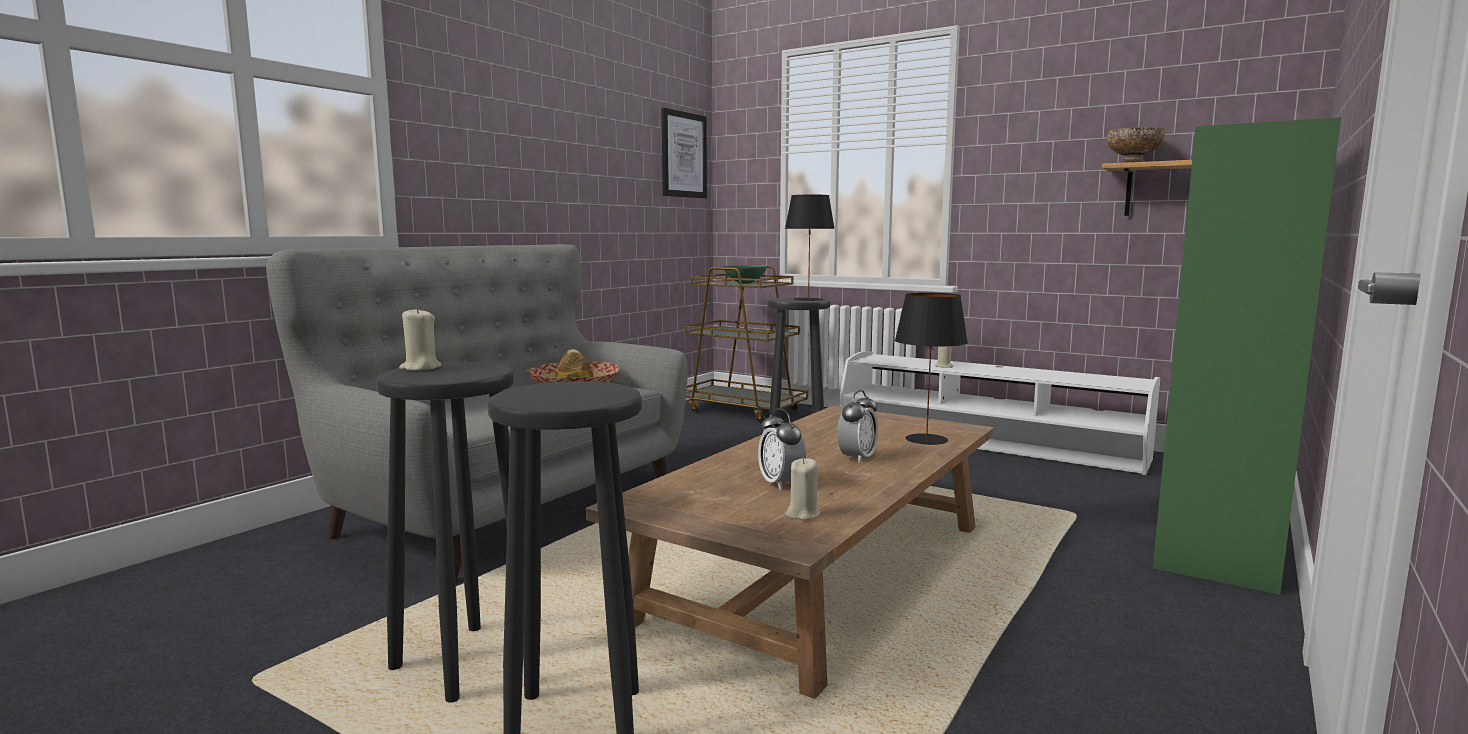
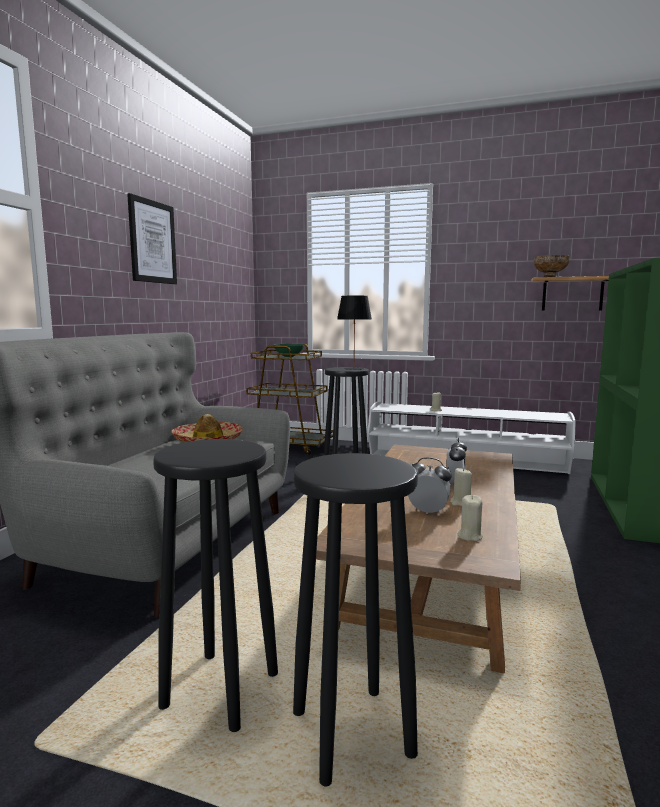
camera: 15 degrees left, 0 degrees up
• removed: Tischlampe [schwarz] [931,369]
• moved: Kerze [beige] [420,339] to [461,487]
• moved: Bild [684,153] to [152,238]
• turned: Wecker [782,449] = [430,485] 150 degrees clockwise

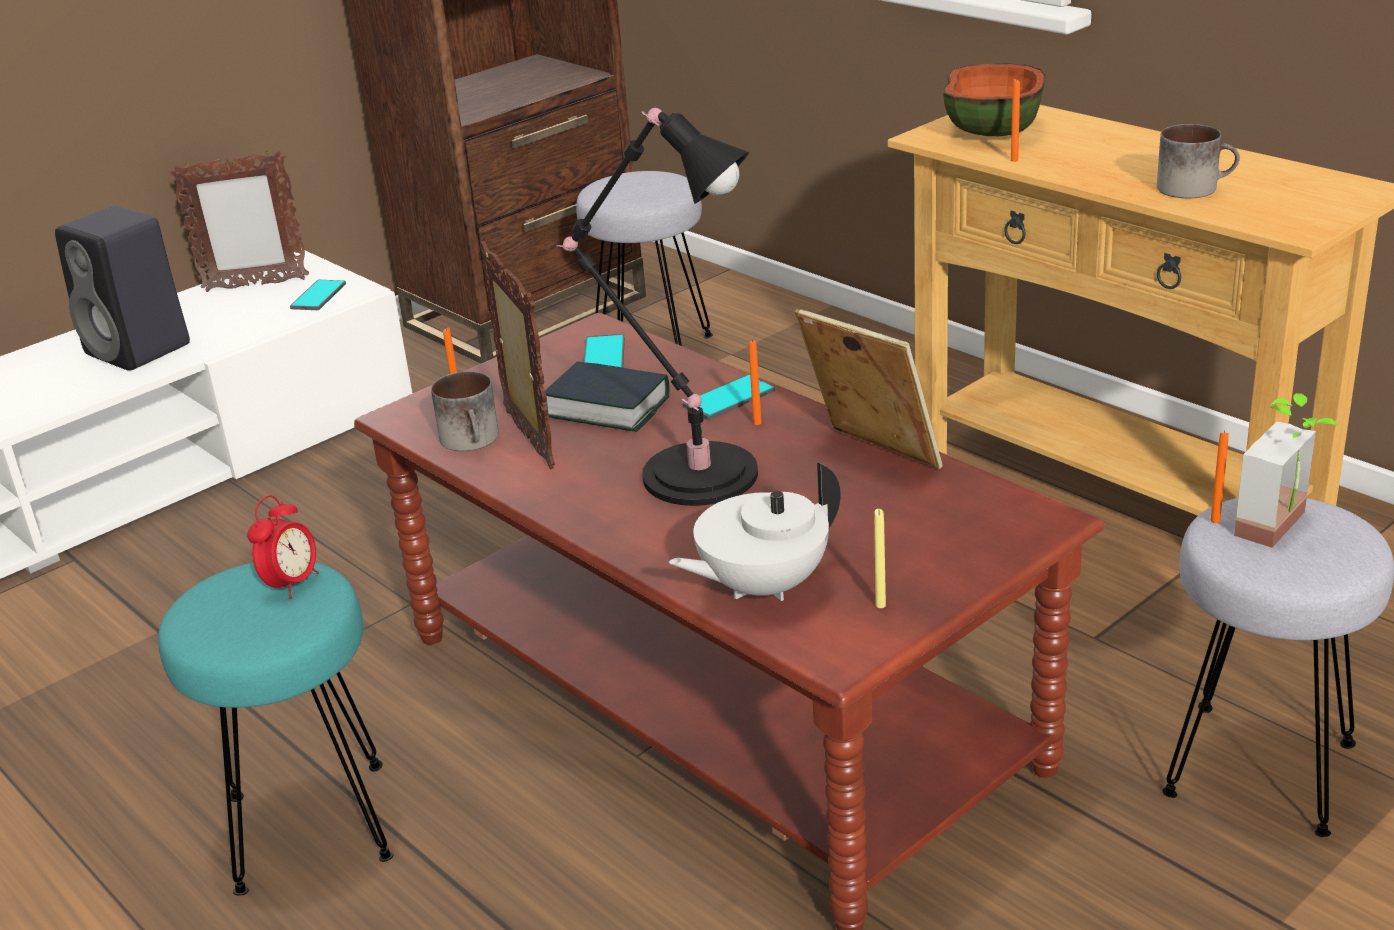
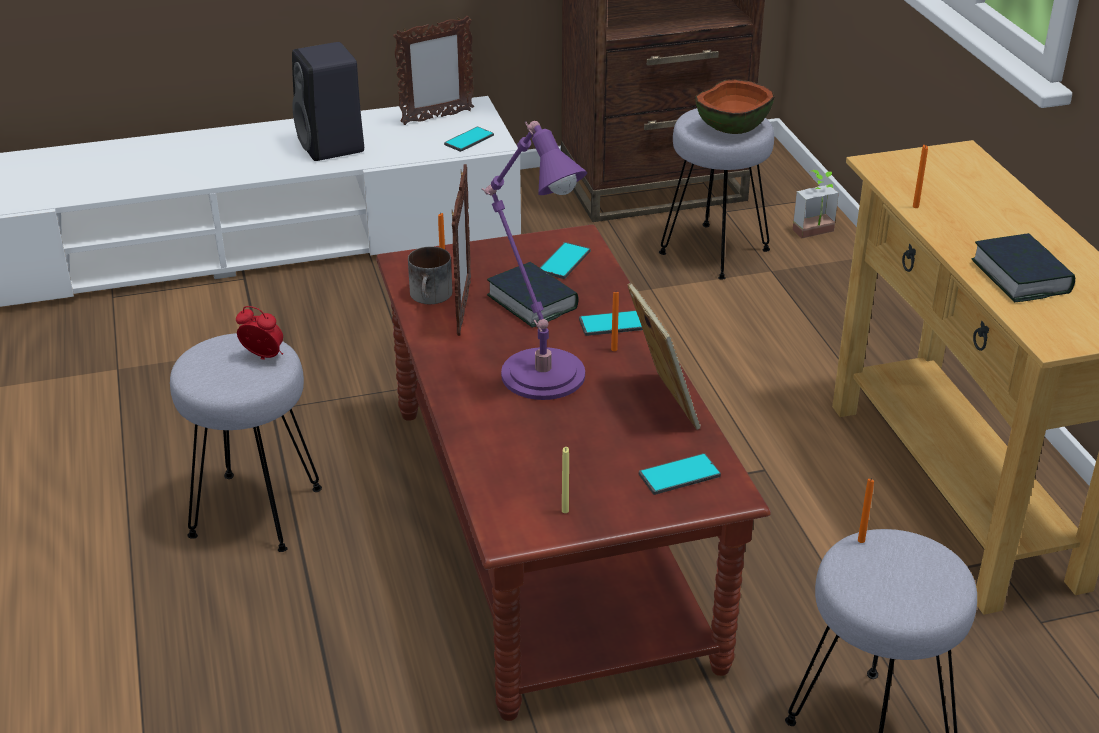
camera: 25 degrees right, 5 degrees up
• removed: Teekanne [weiß] [755,531]
• added: Handy [680,474]
• moved: Schüssel [994,99] to [735,106]
• moved: Topfpflanze [1286,470] to [816,204]
• replaced: Henkelbecher [1198,161] to Buch [1023,267]
• recoloured: Hocker [türkis] [276,729] to Hocker [grau] [246,442]
• recoloured: Tischlampe [schwarz] [657,307] to Tischlampe [lila] [534,260]
• turned: Bilderrahmen [239,221] = [433,70] 45 degrees counterclockwise
• turned: Wecker [283,547] = [259,333] 120 degrees counterclockwise

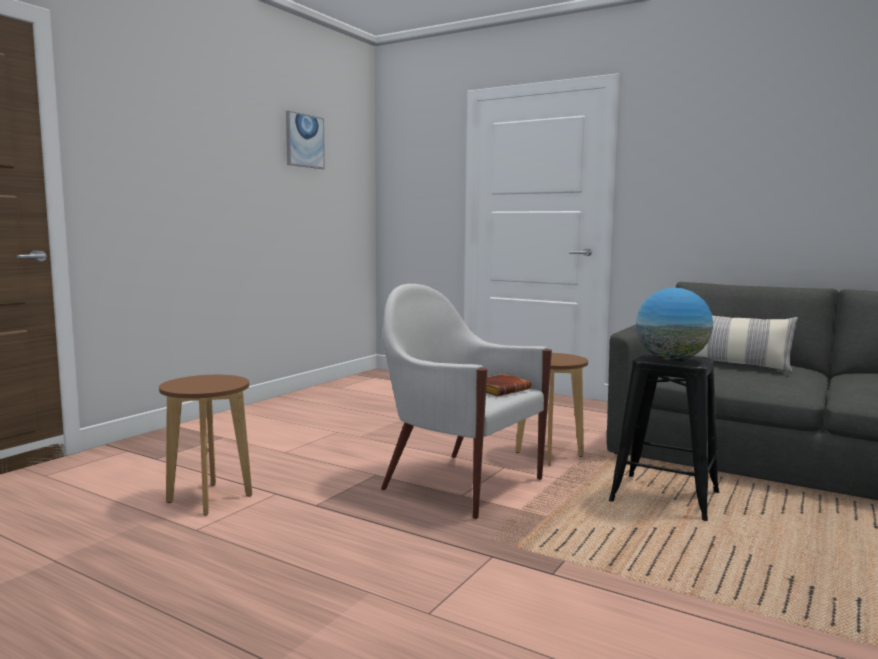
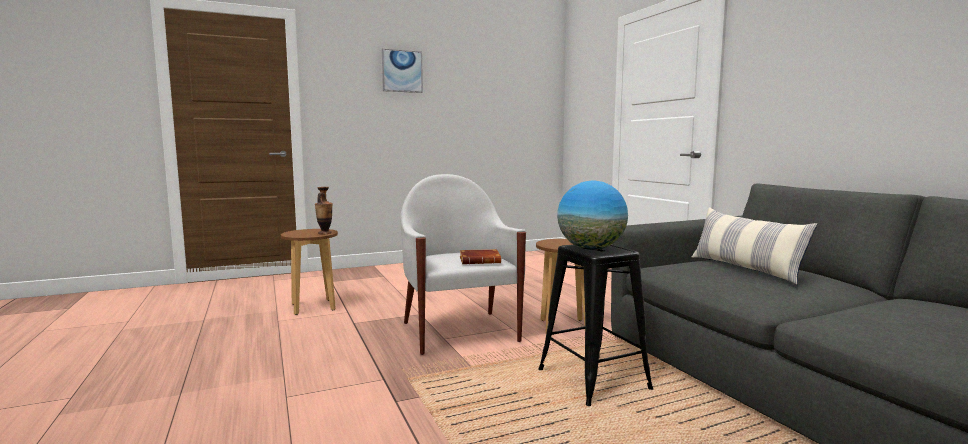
camera: 35 degrees right, 0 degrees up
• added: Vase [324,210]
• moved: Bild [305,139] to [402,71]

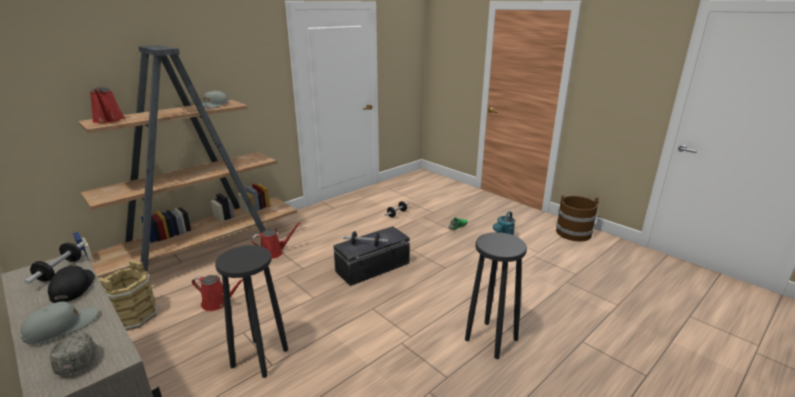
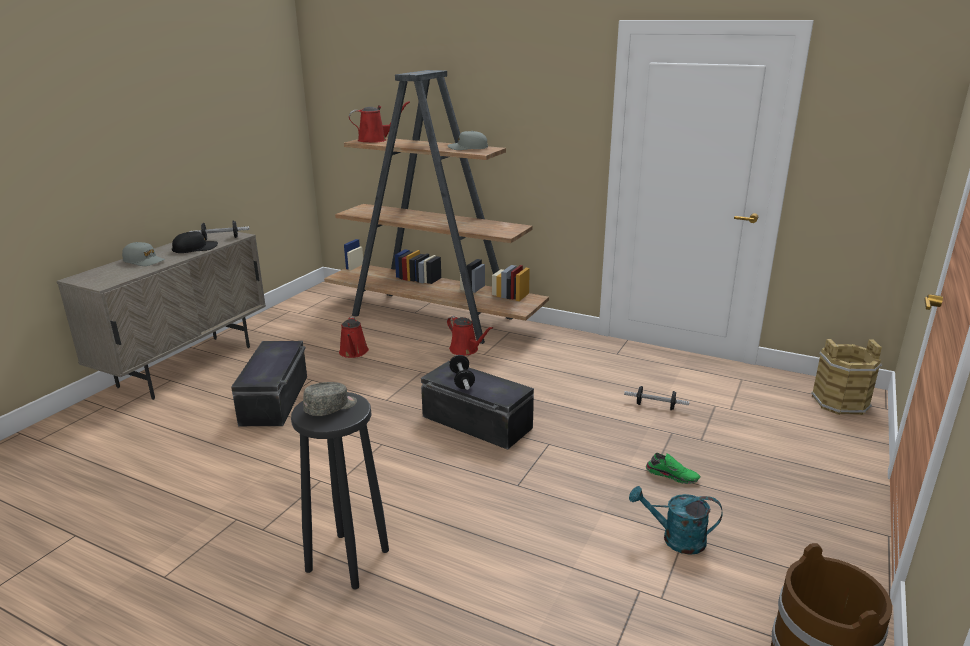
camera: 70 degrees right, 0 degrees up
• moved: Kappe [grau] [73,354] to [330,399]
• moved: Eimer [braun] [128,295] to [846,377]
• replaced: Hocker [schwarz] [251,311] to Aufbewahrungsbox [schwarz] [269,383]
• turned: Gießkanne [rot] [107,105] = [379,122] 150 degrees counterclockwise

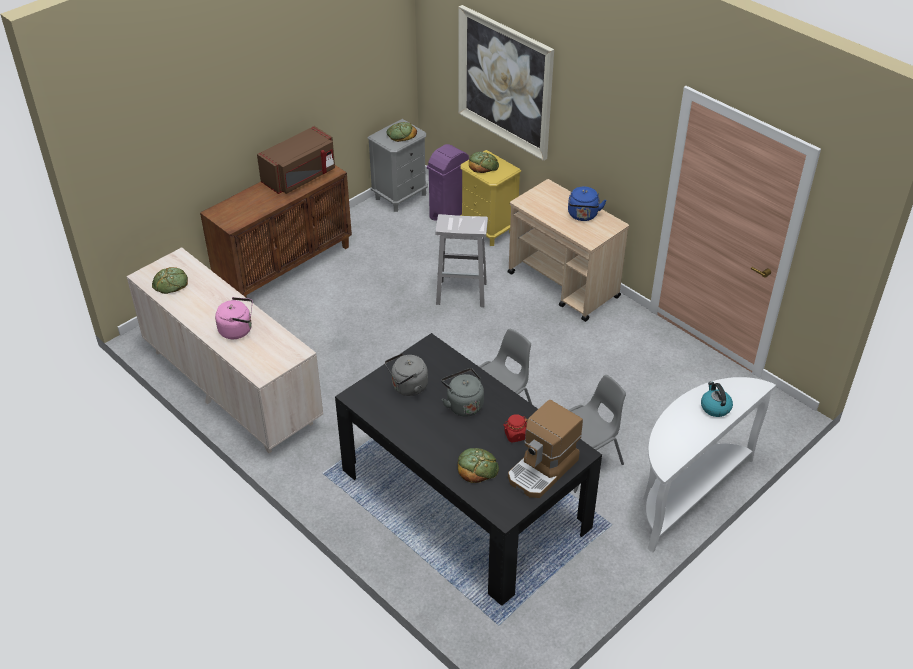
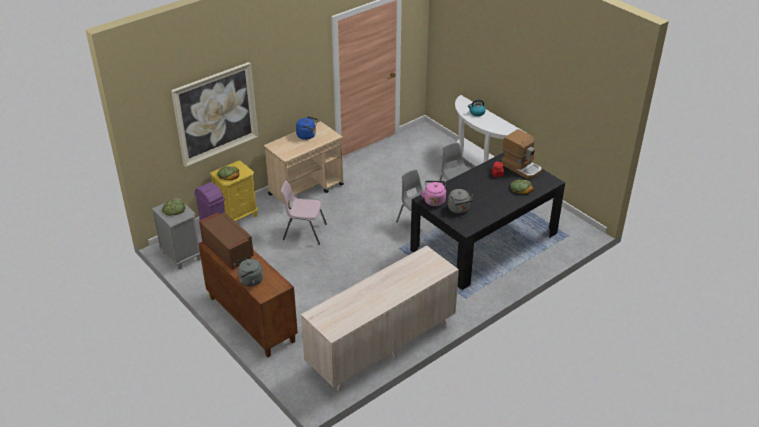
camera: 85 degrees left, 5 degrees down
• removed: Brot [170,280]
• moved: Wasserkessel [rosa] [233,318] to [433,193]
• moved: Wasserkessel [grau] [462,392] to [248,271]
• replaced: Hocker [weiß] [462,260] to Stuhl [rosa] [304,213]

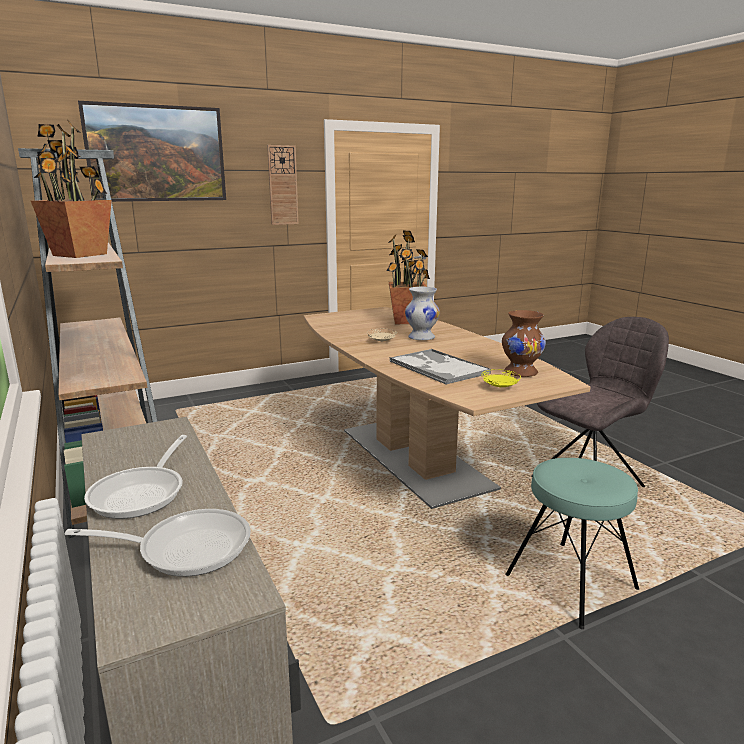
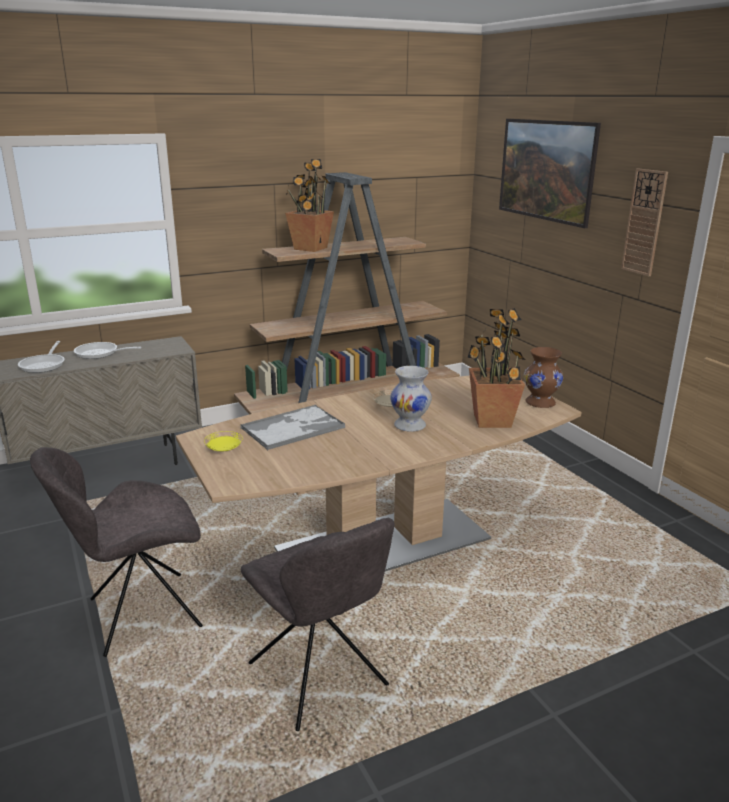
camera: 90 degrees right, 5 degrees up
• moved: Vase [braun] [524,343] to [543,377]
• replaced: Hocker [türkis] [572,543] to Stuhl [grau] [116,552]

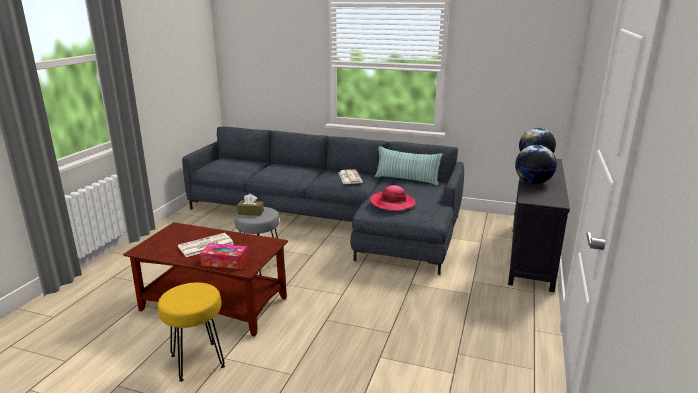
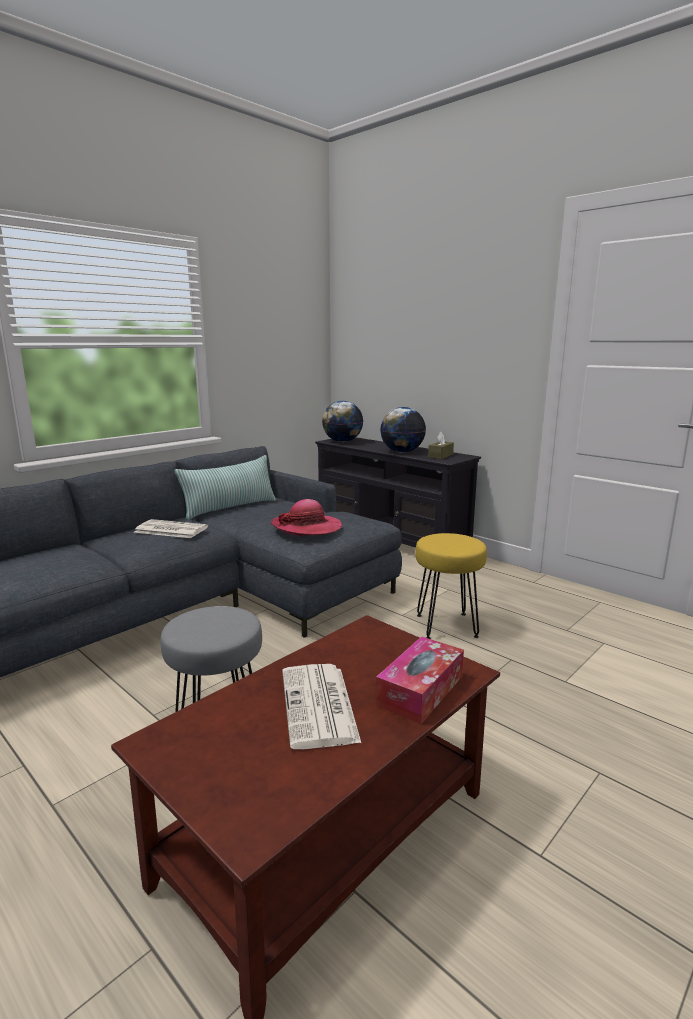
camera: 65 degrees left, 5 degrees down
• moved: Hocker [gelb] [191,332] to [451,586]
• moved: Taschentuchbox [braun] [250,205] to [441,445]

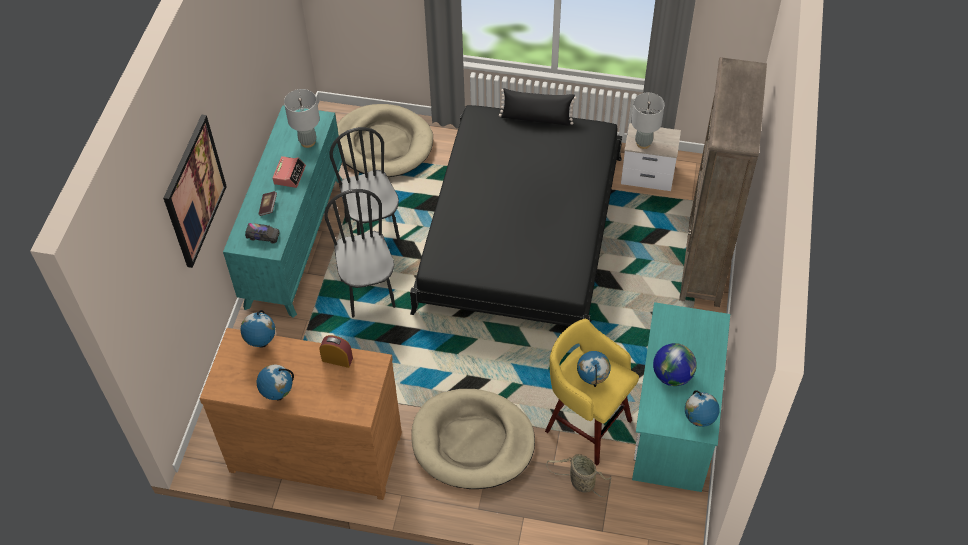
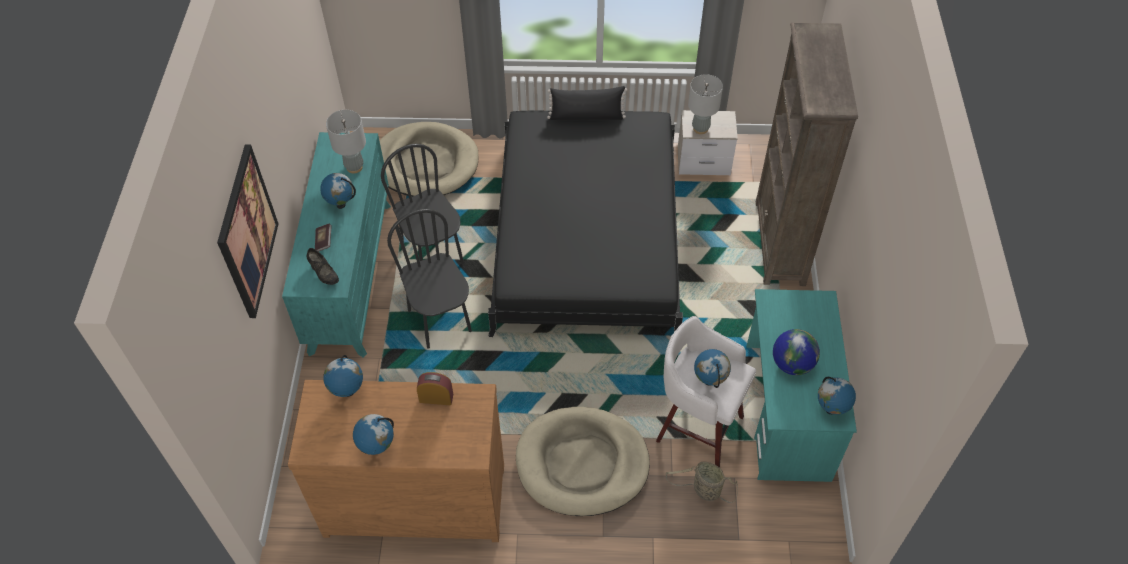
camera: 10 degrees left, 0 degrees up
• replaced: Spielzeuglaster [262,233] to Schuh [schwarz] [323,266]
• replaced: Wecker [289,172] to Globus [338,191]
• recoloured: Hocker [gelb] [592,392] to Hocker [weiß] [706,392]

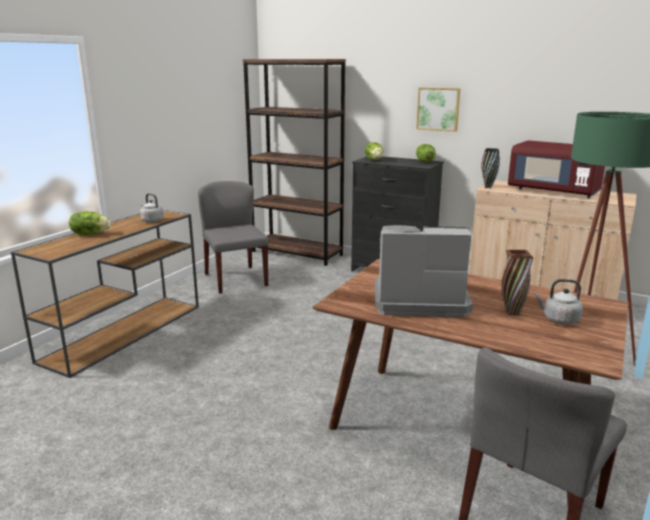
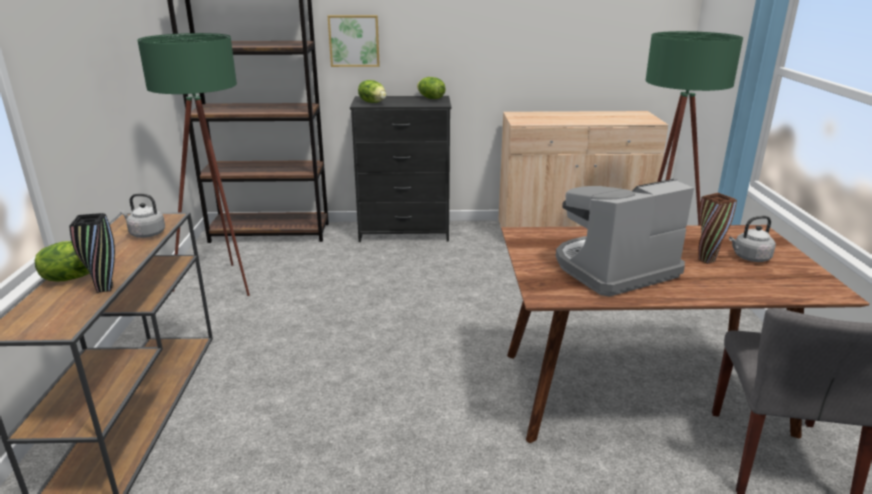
camera: 30 degrees left, 5 degrees up
• removed: Mikrowelle [rot] [556,169]
• moved: Bild [438,109] to [354,41]
• moved: Vase [schwarz] [491,168] to [92,253]
• replaced: Stuhl [grau] [233,237] to Stehlampe [grün] [194,164]

